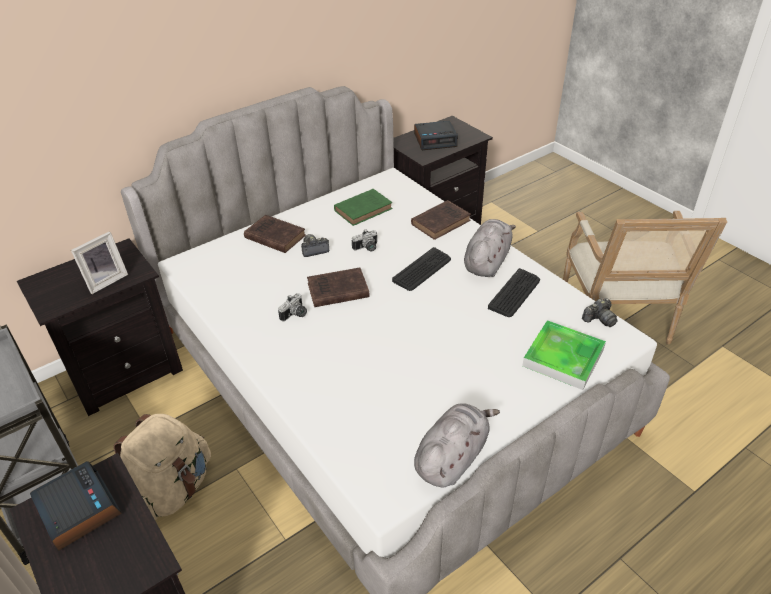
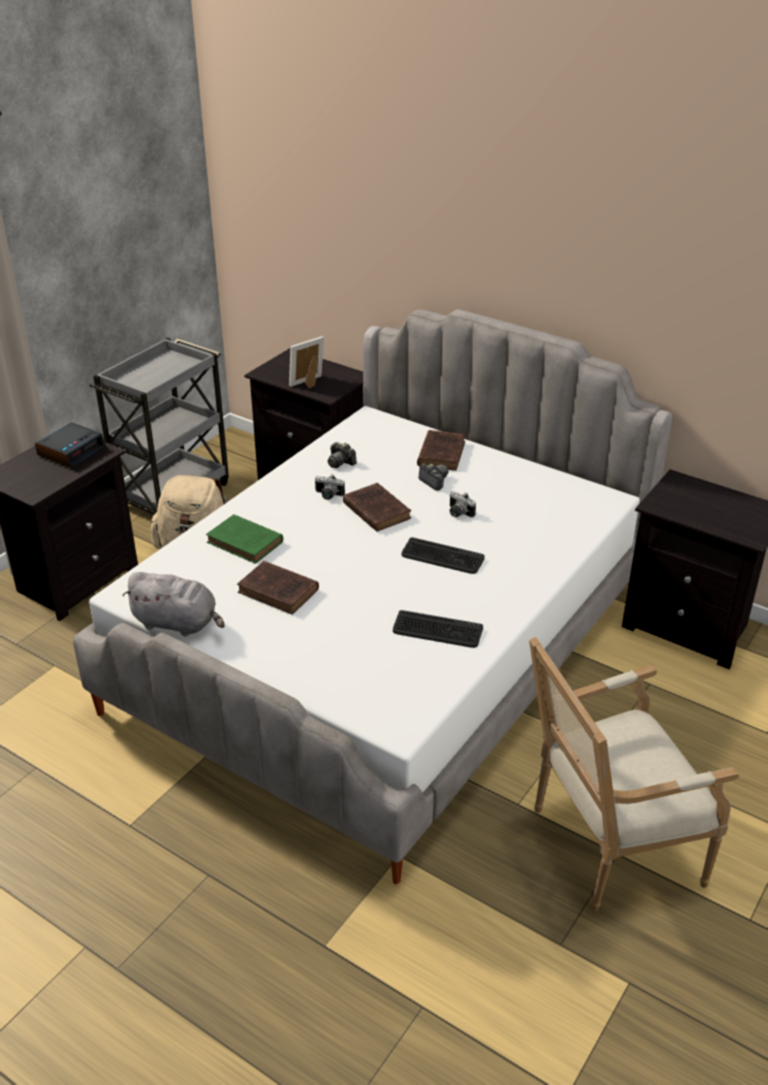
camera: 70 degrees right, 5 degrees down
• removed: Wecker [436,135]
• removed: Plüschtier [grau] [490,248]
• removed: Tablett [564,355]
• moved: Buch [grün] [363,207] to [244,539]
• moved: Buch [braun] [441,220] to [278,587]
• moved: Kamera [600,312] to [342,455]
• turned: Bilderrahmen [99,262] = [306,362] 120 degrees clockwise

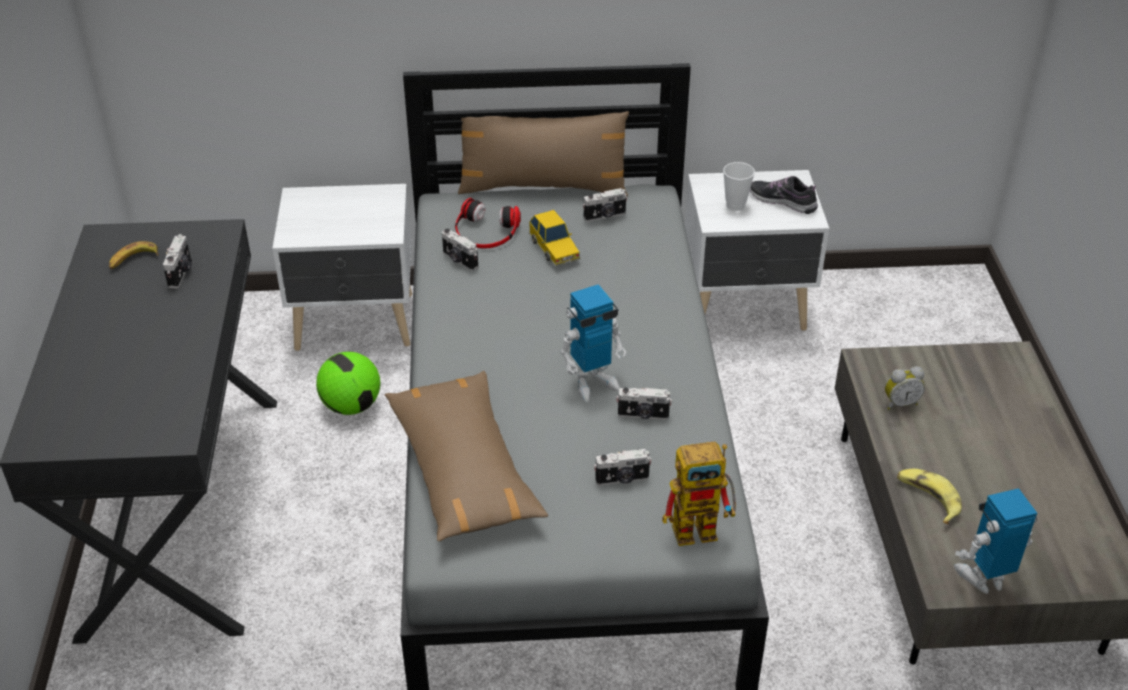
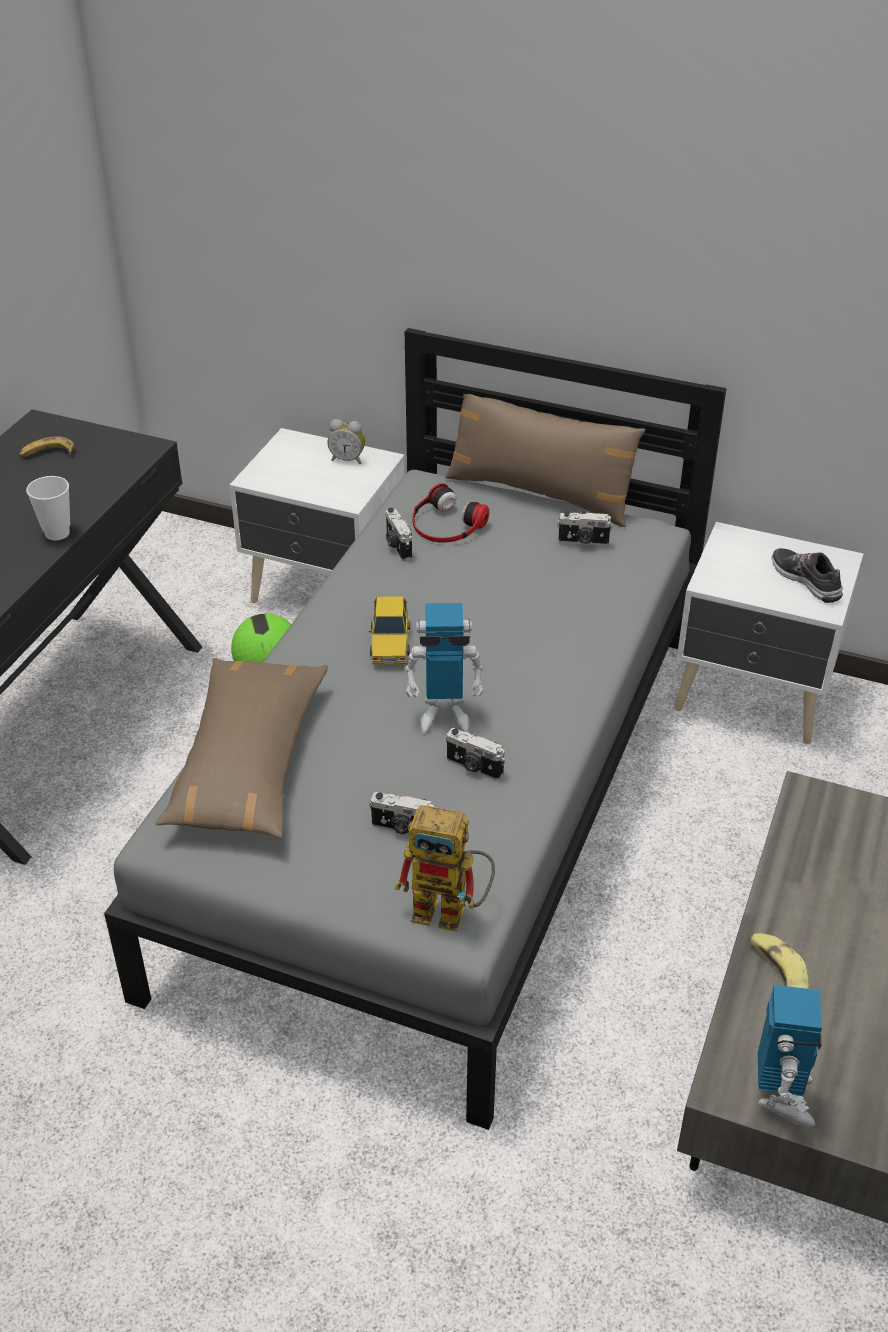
camera: 25 degrees right, 0 degrees up
• removed: Kamera [177,261]
• moved: Spielzeugauto [555,238] to [389,630]
• moved: Tasse [739,186] to [48,508]
• moved: Wecker [905,388] to [346,441]
• turned: Spielzeugroboter [995,541] = [789,1056] 90 degrees clockwise

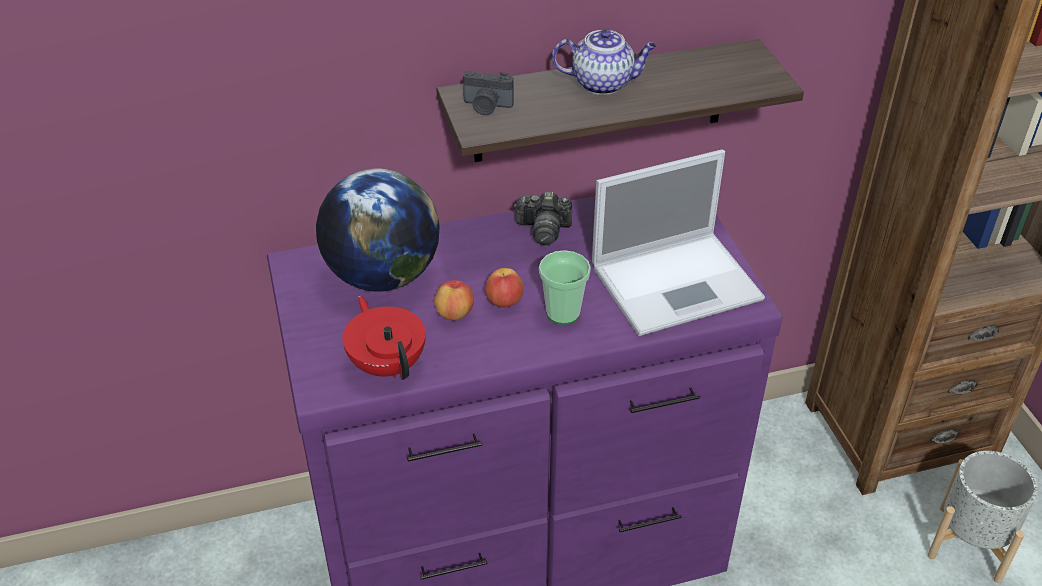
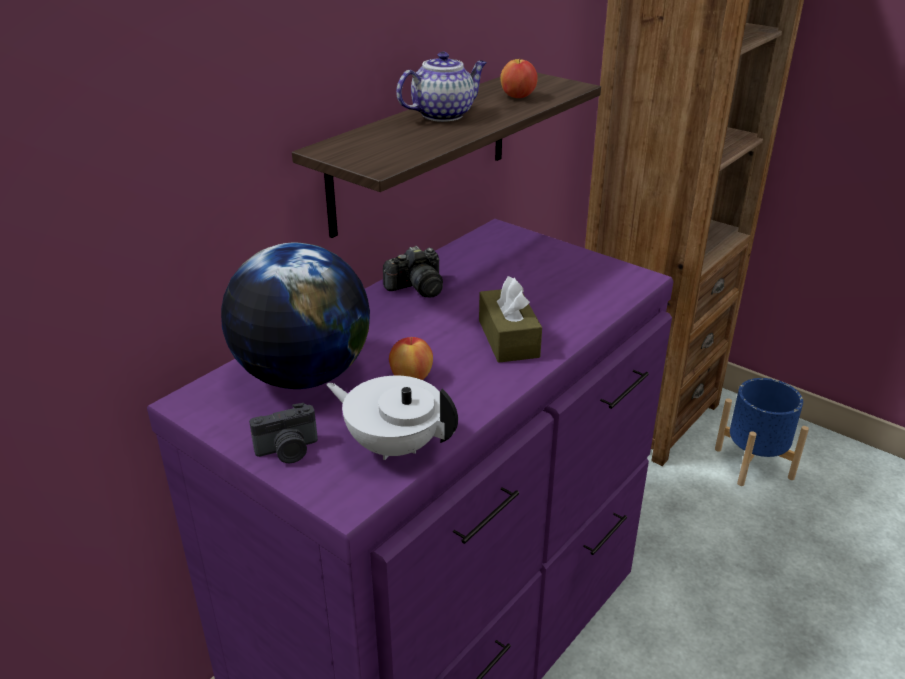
camera: 35 degrees left, 10 degrees down
• removed: Laptop [678,242]
• moved: Kamera [488,93] to [283,433]
• moved: Apfel [504,287] to [519,78]
• replaced: Tasse [565,287] to Taschentuchbox [braun] [510,319]
• recoloured: Teekanne [rot] [384,338] to Teekanne [weiß] [392,418]
• recoloured: Pflanzkübel [grau] [983,517] to Pflanzkübel [blau] [762,432]

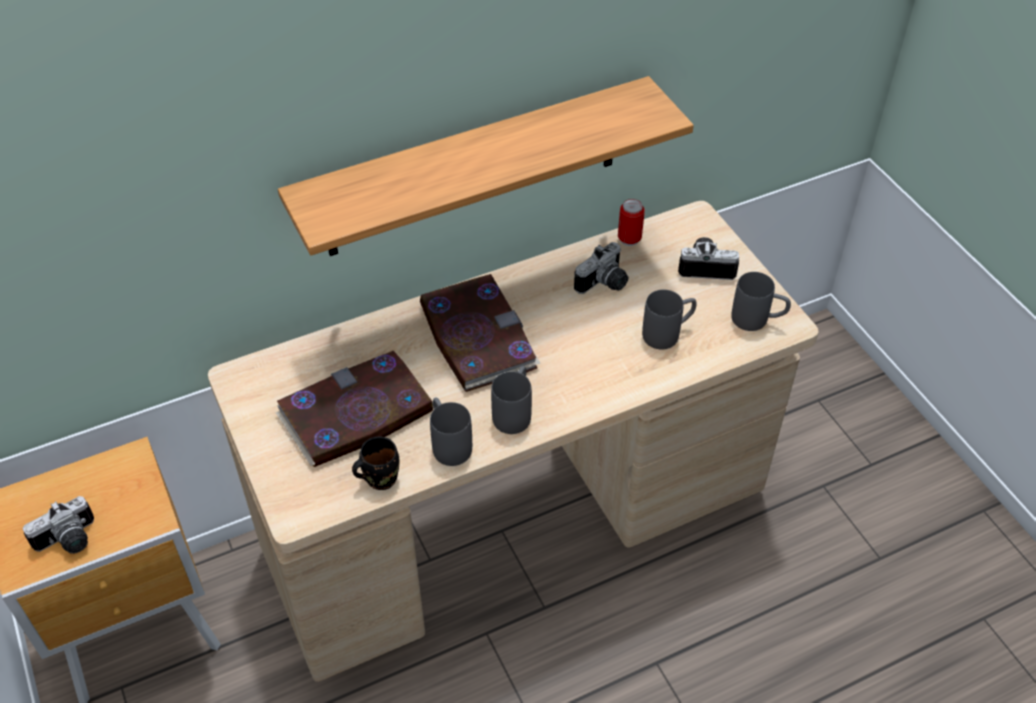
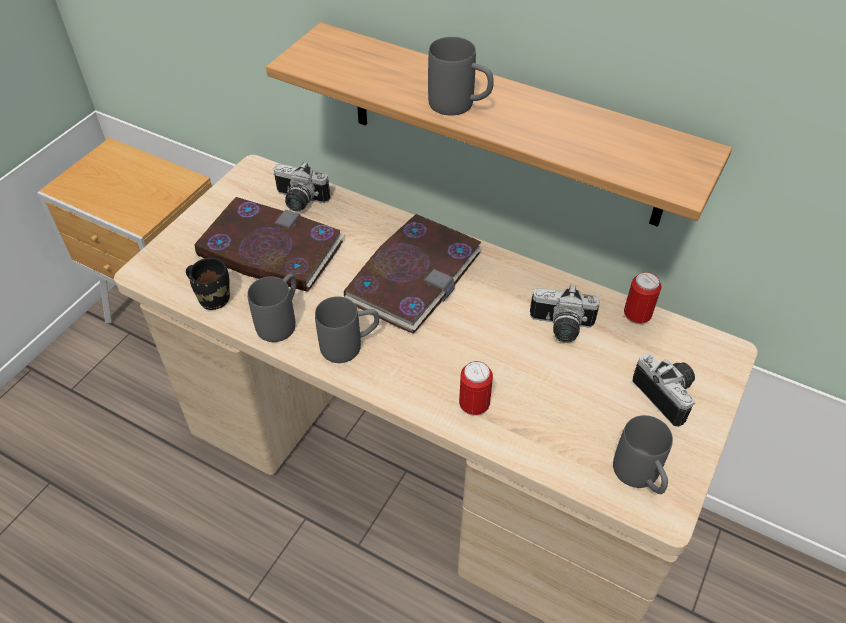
camera: 55 degrees right, 0 degrees up
• added: Dose [476,388]
• moved: Kamera [58,525] to [301,187]
• moved: Henkelbecher [grau] [669,319] to [461,76]

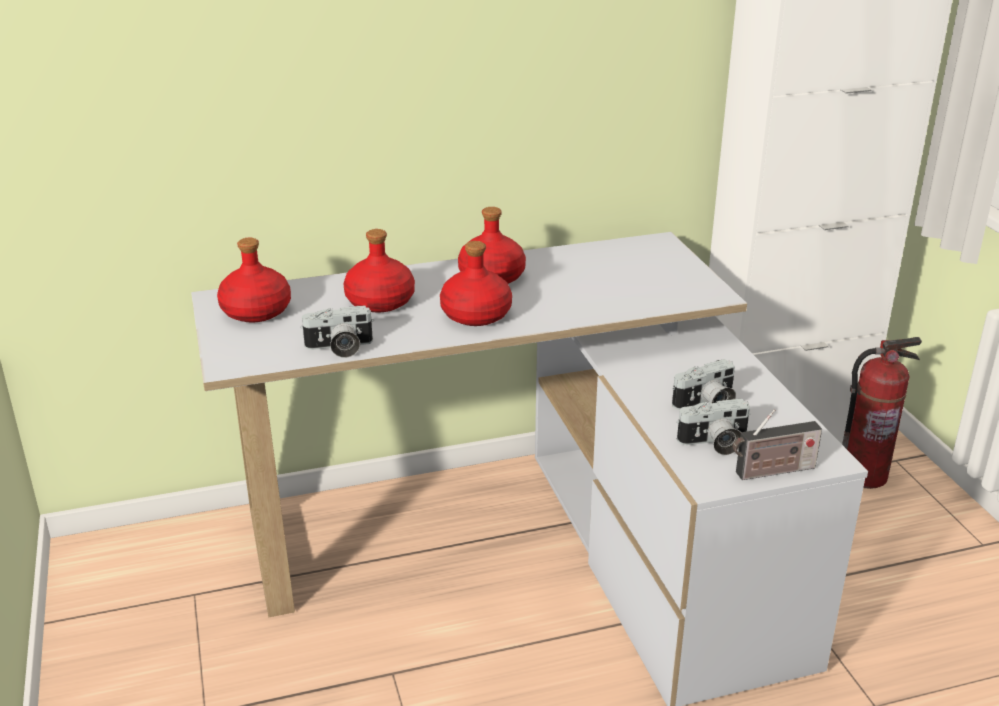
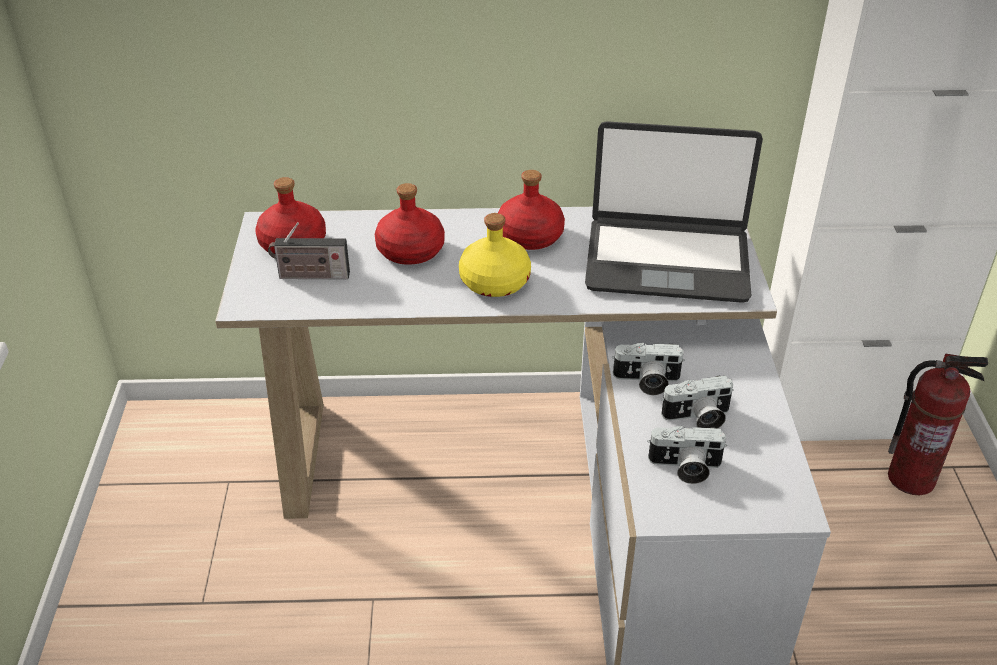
camera: 15 degrees right, 10 degrees up
• added: Laptop [674,212]
• moved: Kamera [337,331] to [648,369]
• moved: Radio [777,444] to [309,250]
• recoloured: Flasche [rot] [476,283] to Flasche [gelb] [495,255]

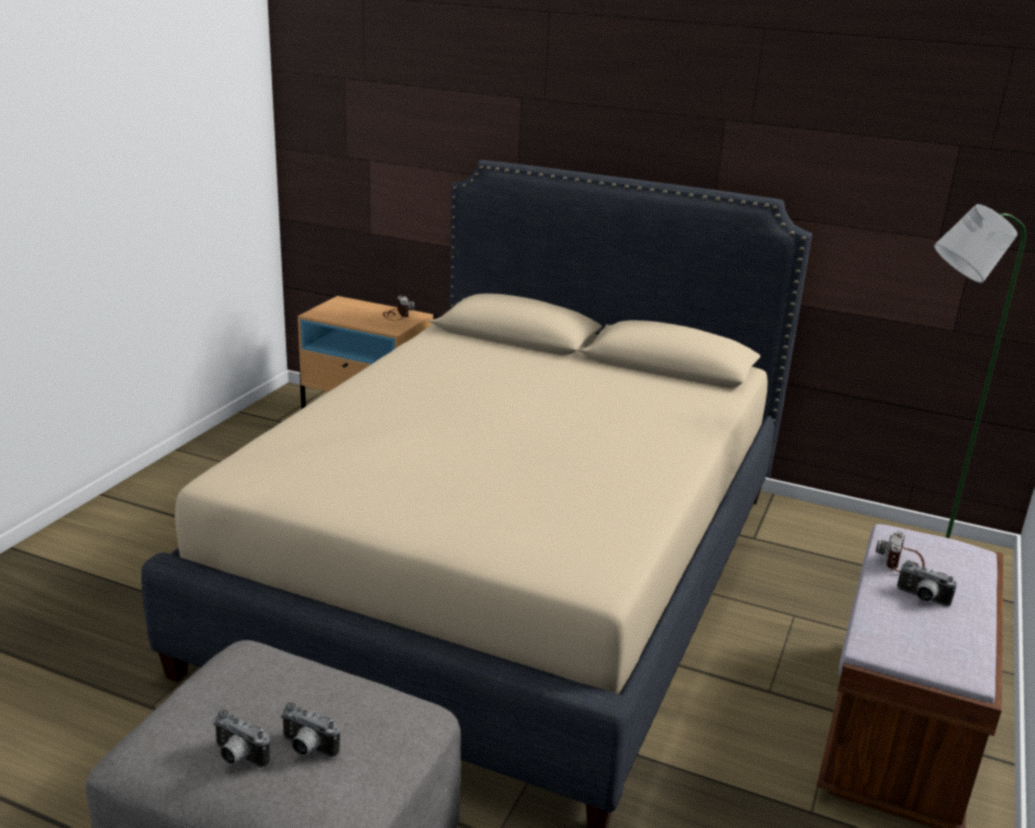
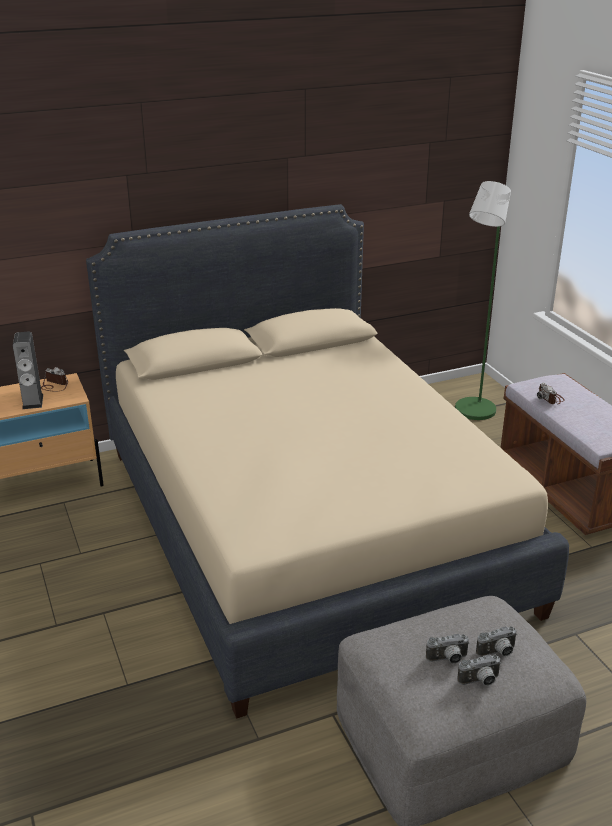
camera: 45 degrees left, 5 degrees up
• added: Lautsprecher [28,370]
• moved: Kamera [927,583] to [448,649]

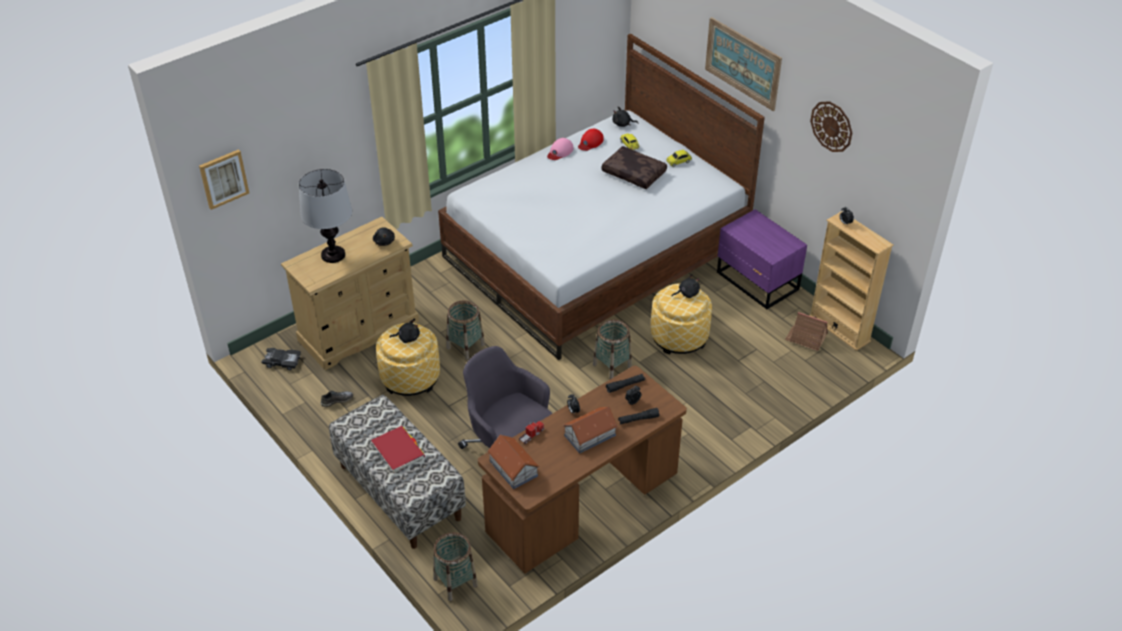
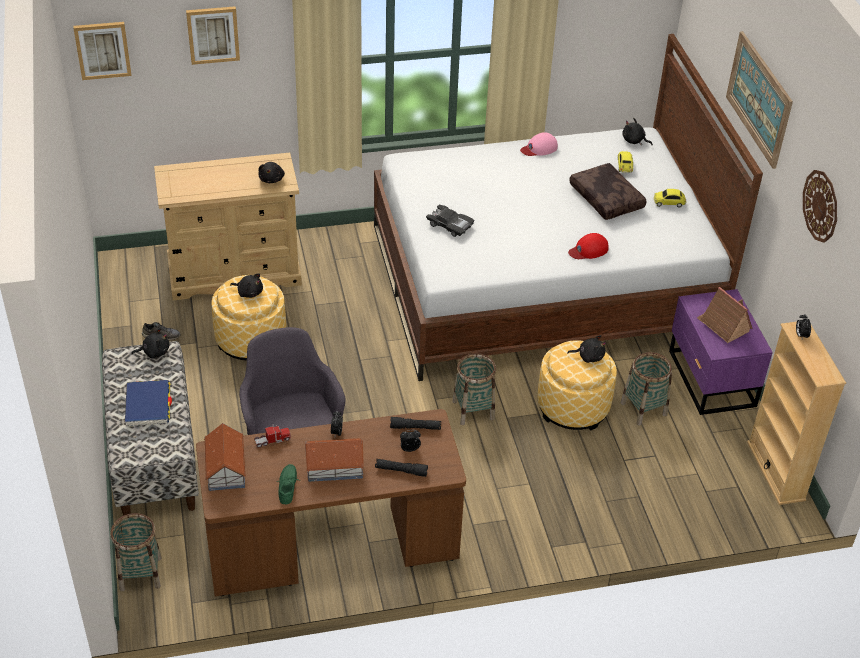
camera: 25 degrees right, 0 degrees up
• removed: Tischlampe [325,216]
• added: Plüschtier [schwarz] [150,343]
• added: Bild [213,35]
• added: Schuh [grün] [289,484]
• moved: Spielzeugauto [schwarz] [281,359] to [450,220]
• moved: Korb [465,330] to [646,388]
• moved: Kappe [rot] [591,140] to [588,246]
• moved: Spielzeughaus [806,331] to [725,315]
• recoloured: Buch [rot] [398,449] to Buch [blau] [148,403]

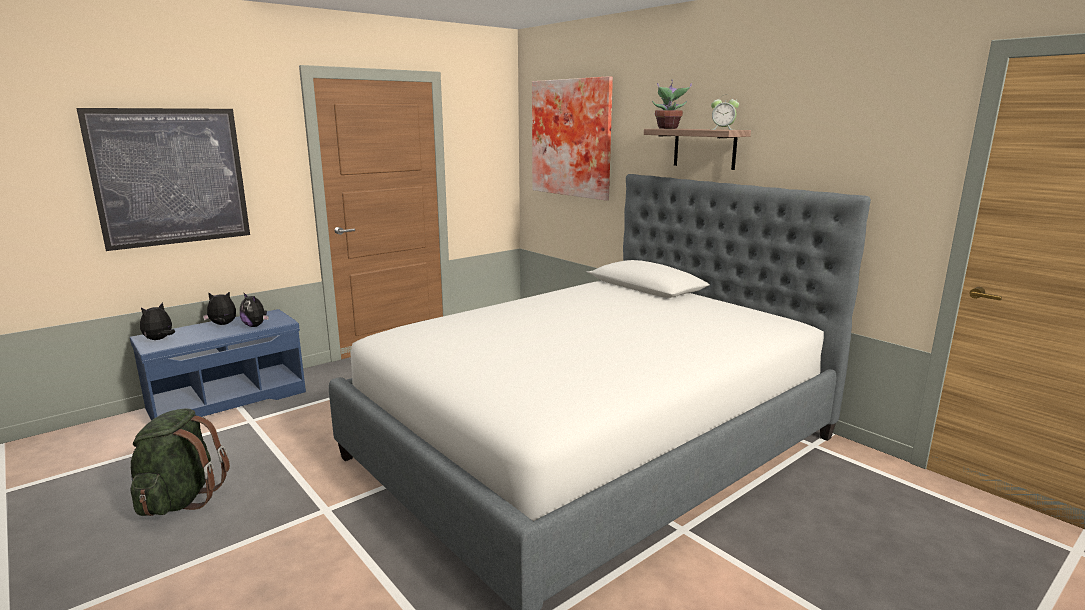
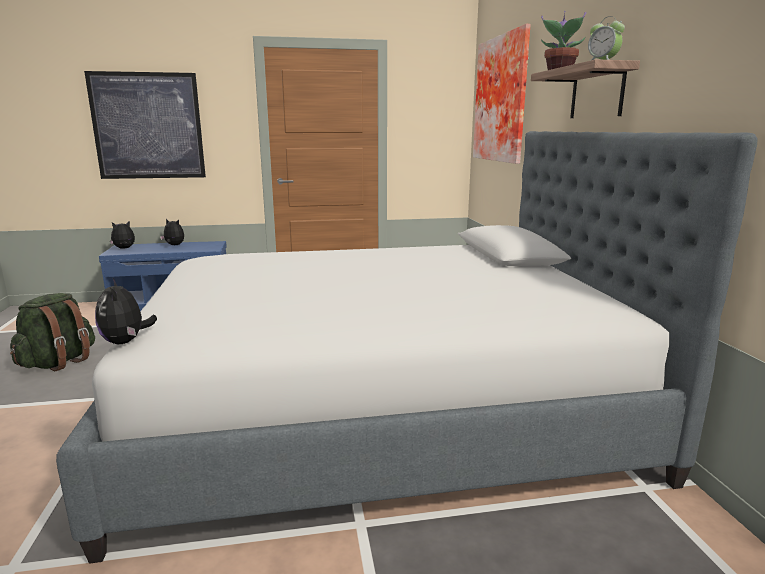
camera: 30 degrees right, 0 degrees up
• moved: Plüschtier [254,309] to [126,311]

